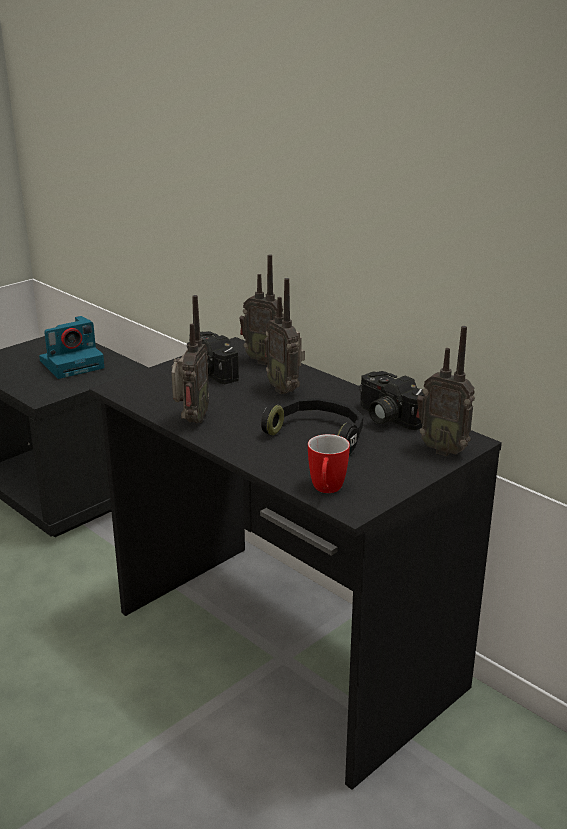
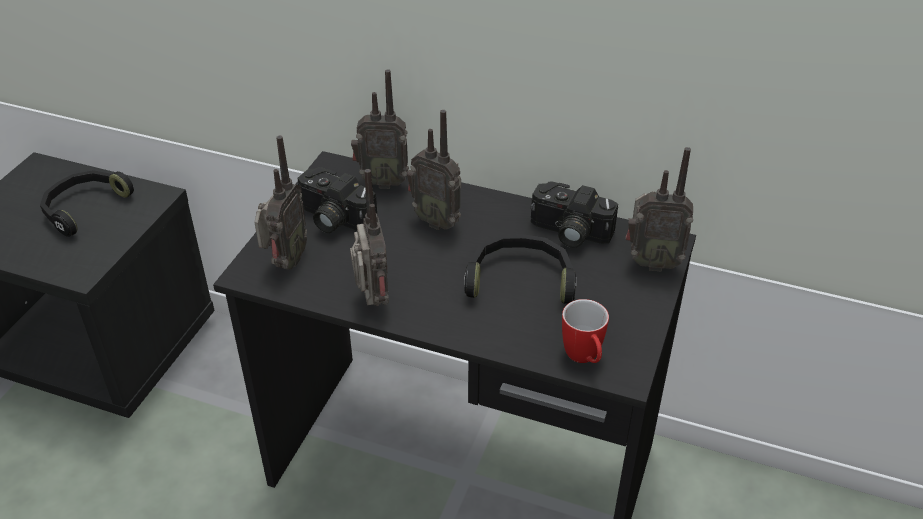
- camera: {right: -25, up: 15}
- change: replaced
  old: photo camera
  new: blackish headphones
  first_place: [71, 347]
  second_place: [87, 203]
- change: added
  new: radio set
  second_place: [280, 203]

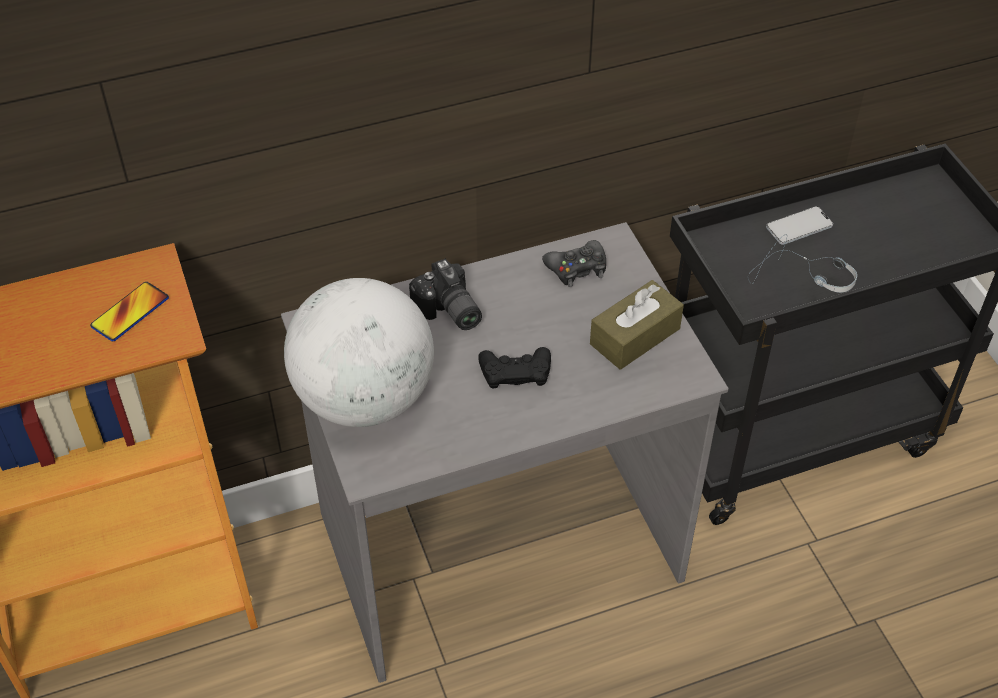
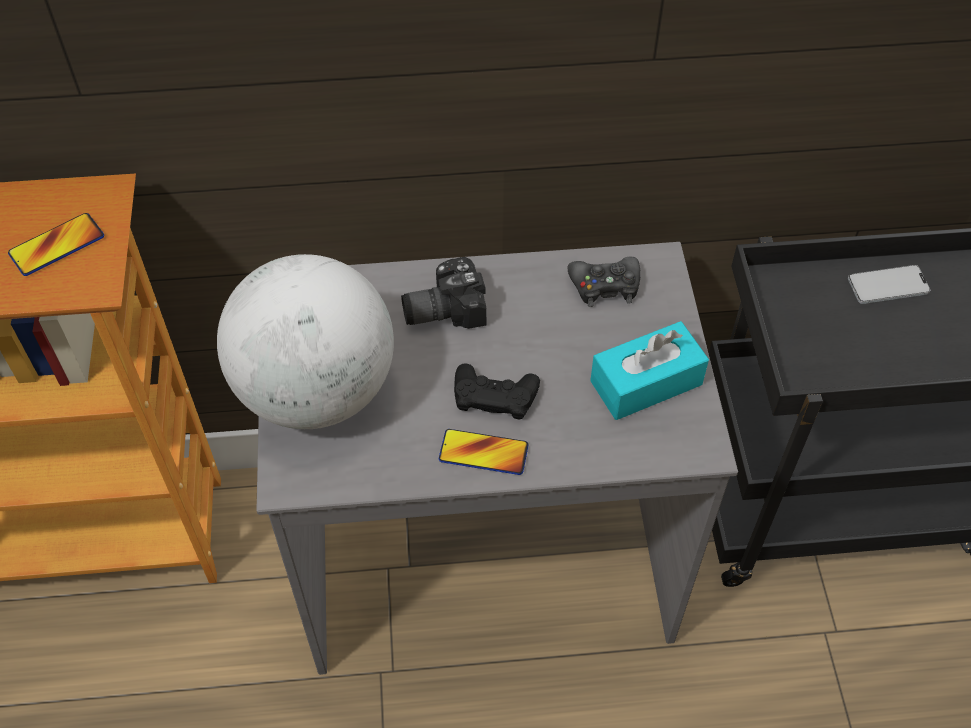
- camera: {right: 15, up: 5}
- change: removed
  old: headphones
  first_place: [802, 263]
- change: turned
  old: photo camera
  first_place: [445, 294]
  second_place: [444, 293]
  degrees: 90
- change: recoloured
  old: brown-coloured tissue box
  new: turquoise tissue box
  first_place: [637, 325]
  second_place: [649, 370]
- change: added
  new: telephone
  second_place: [484, 452]

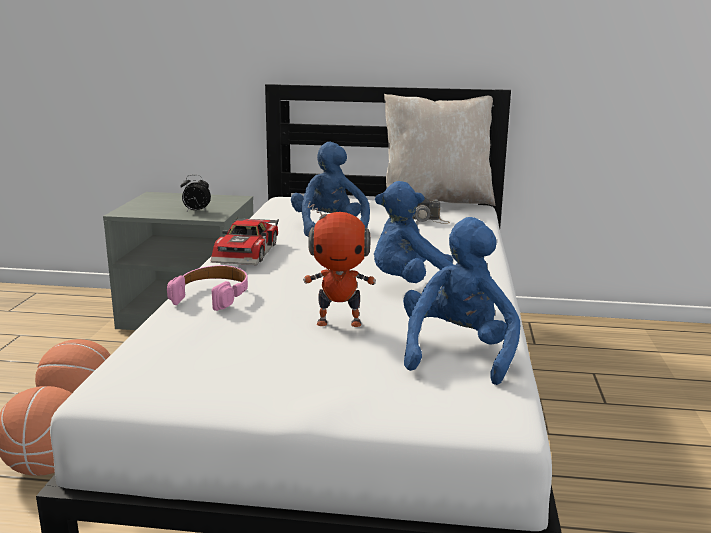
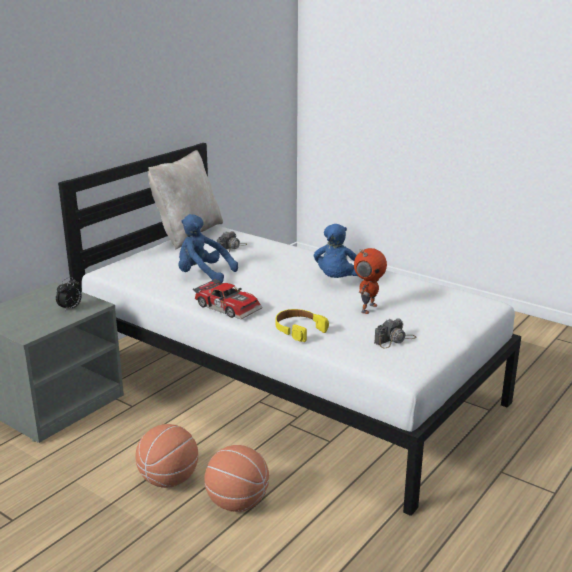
- camera: {right: -60, up: 5}
- change: removed
  old: blue soft toy
  first_place: [462, 301]
- change: recoloured
  old: pinkish headphones
  new: yellow headphones
  first_place: [207, 288]
  second_place: [302, 325]
- change: added
  new: photo camera
  second_place: [395, 333]

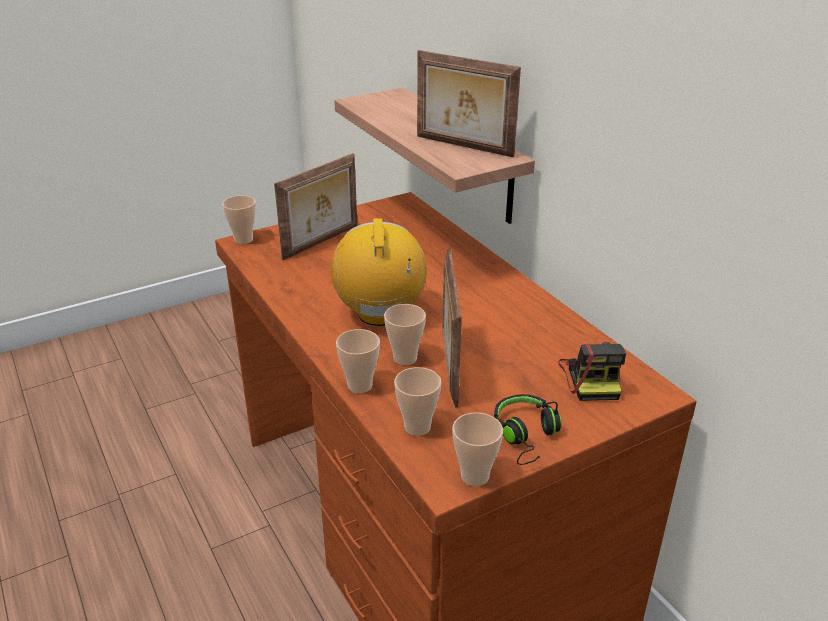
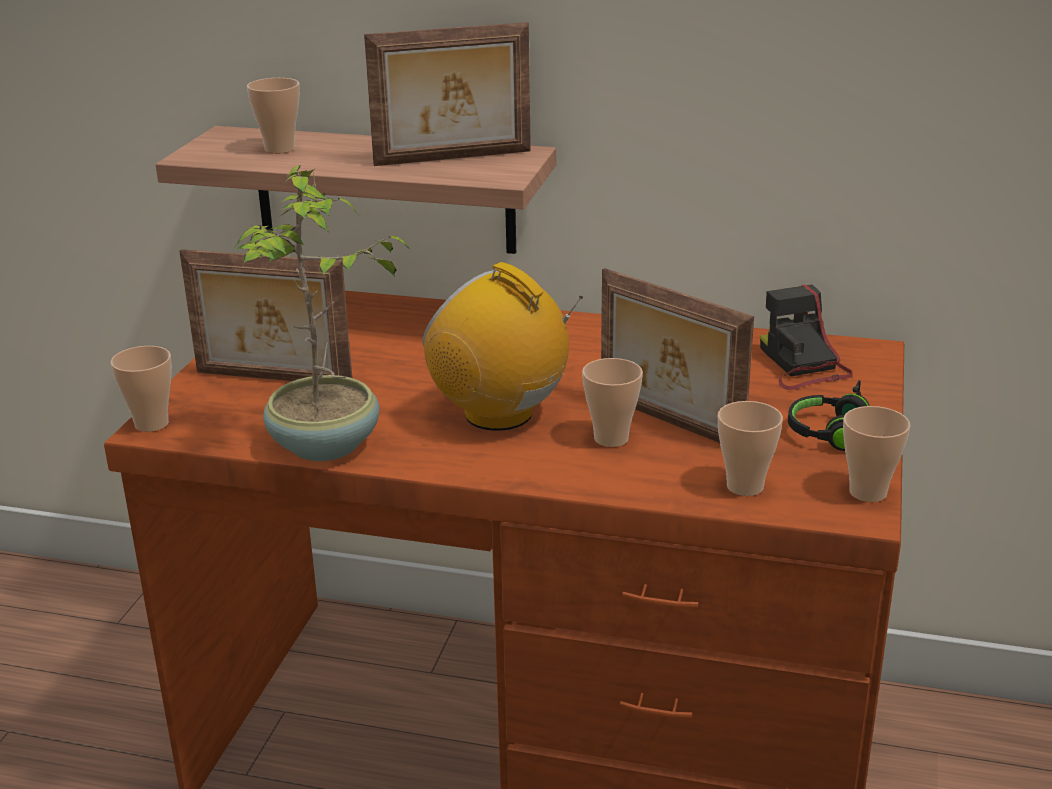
- camera: {right: -45, up: -5}
- change: turned
  old: photo frame
  first_place: [315, 206]
  second_place: [266, 315]
  degrees: 105
- change: moved
  old: drinking cup
  first_place: [358, 361]
  second_place: [273, 116]
- change: turned
  old: photo camera
  first_place: [592, 371]
  second_place: [806, 337]
  degrees: -150
- change: added
  new: houseplant
  second_place: [324, 313]

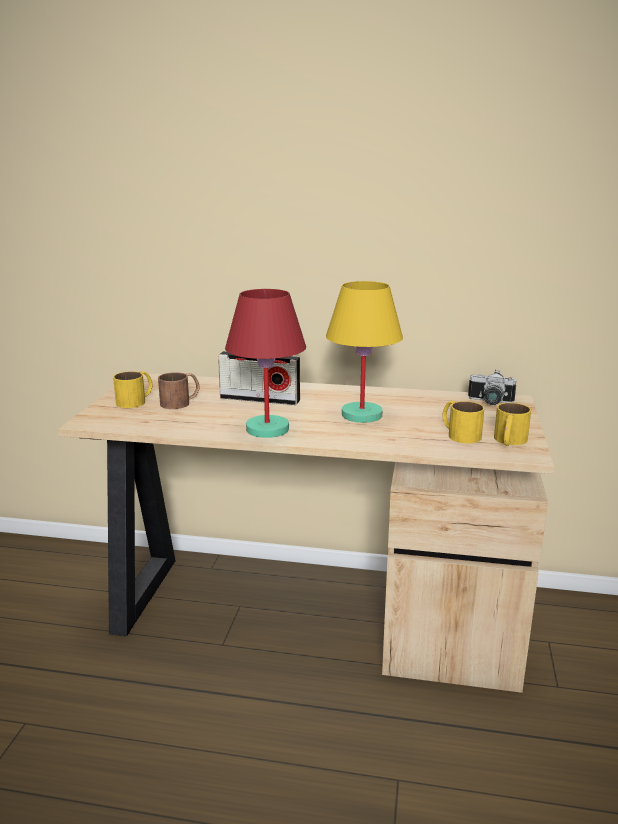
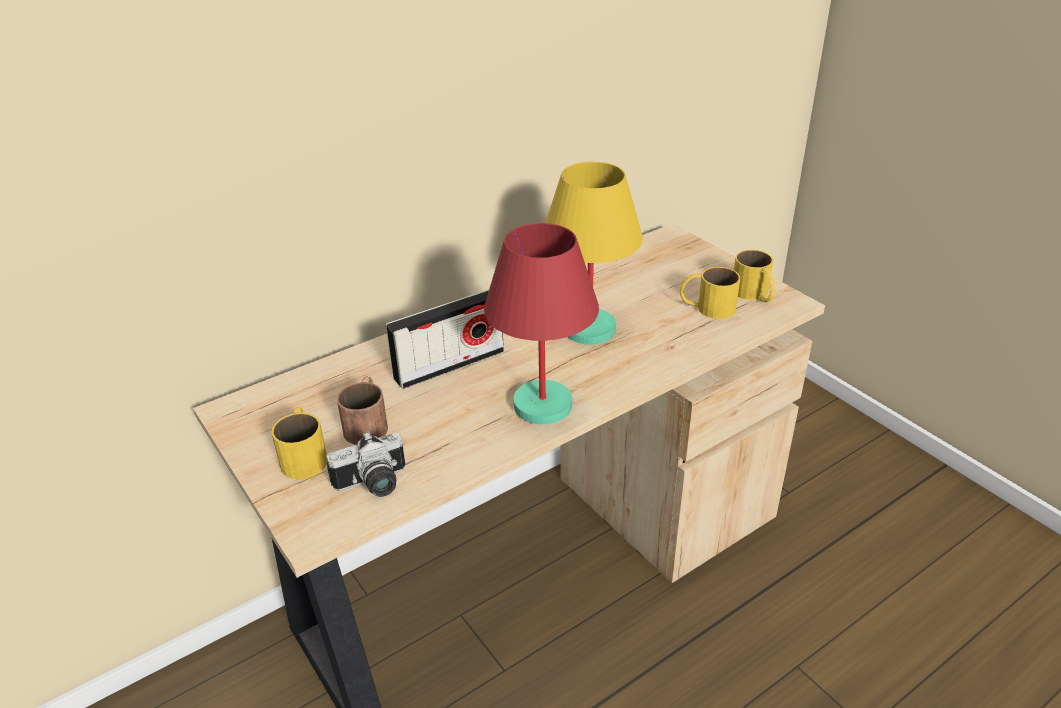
- camera: {right: -45, up: 15}
- change: moved
  old: photo camera
  first_place: [492, 387]
  second_place: [365, 464]

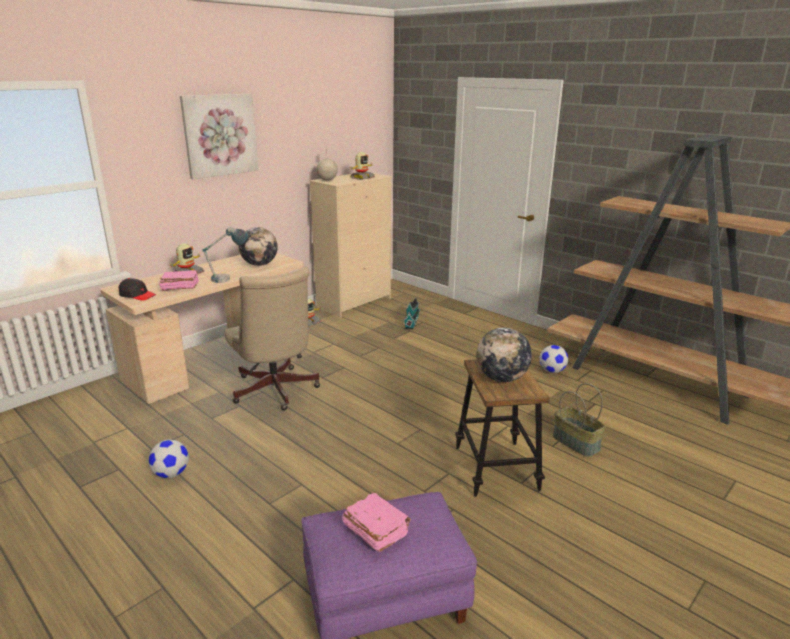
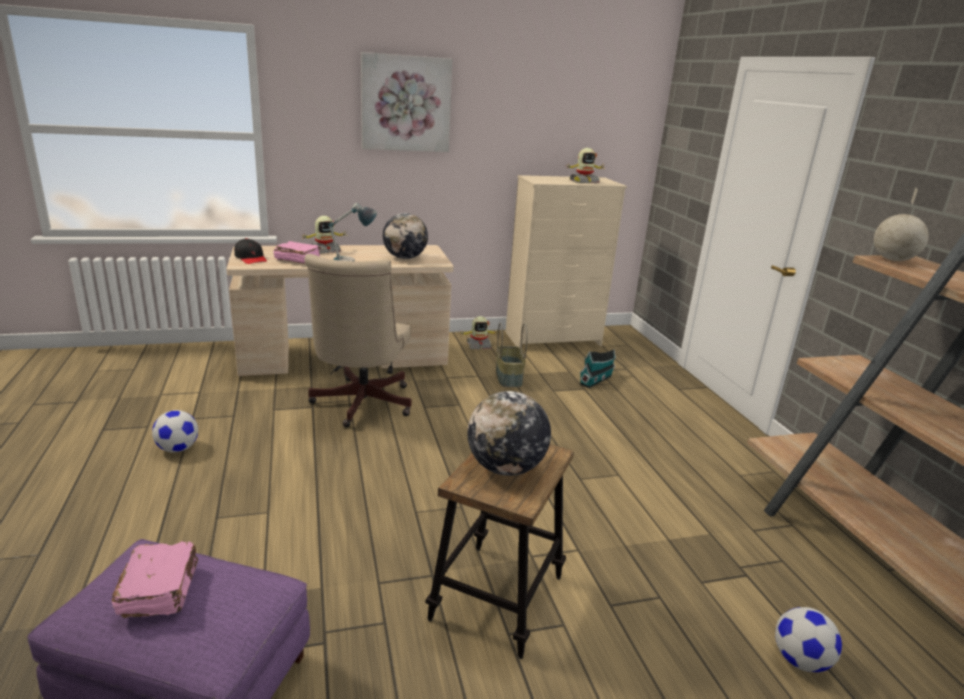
- camera: {right: 30, up: 0}
- change: moved
  old: desk globe
  first_place: [327, 166]
  second_place: [901, 224]
- change: moved
  old: ball for football
  first_place: [554, 359]
  second_place: [808, 639]
- change: moved
  old: household basket
  first_place: [579, 420]
  second_place: [512, 355]

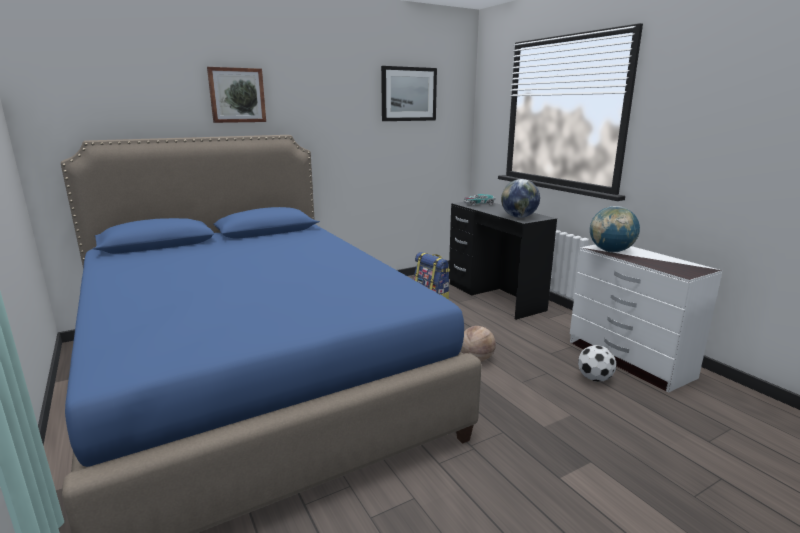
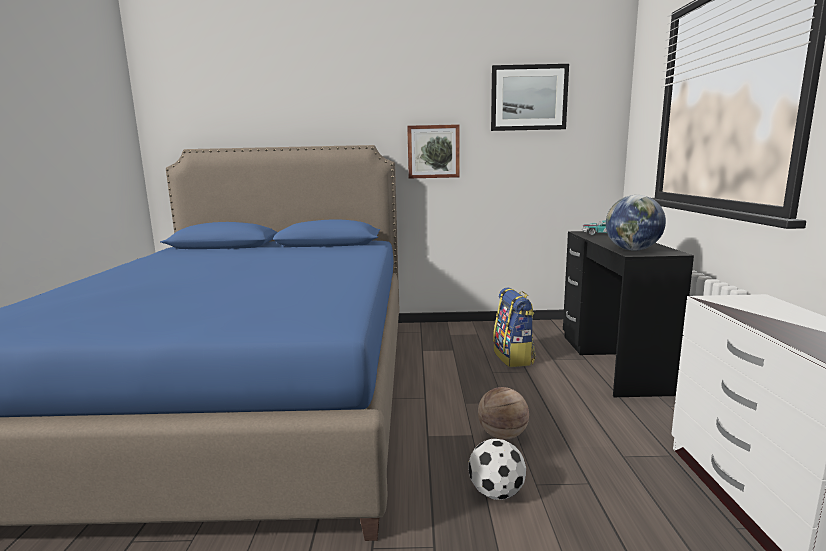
- camera: {right: 30, up: -5}
- change: moved
  old: wall art
  first_place: [236, 95]
  second_place: [433, 151]
- change: removed
  old: desk globe
  first_place: [615, 229]
- change: moved
  old: ball for football
  first_place: [597, 363]
  second_place: [497, 469]

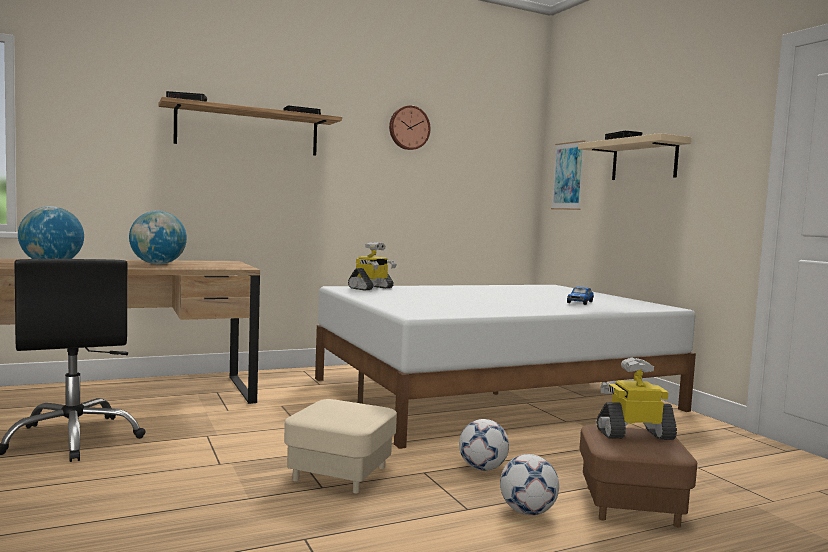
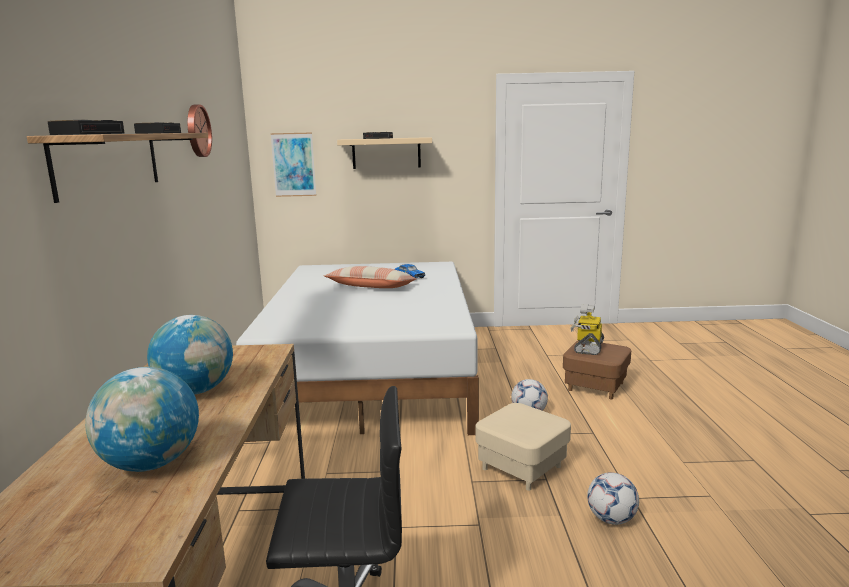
- camera: {right: -65, up: 10}
- change: removed
  old: toy robot
  first_place: [372, 266]
- change: moved
  old: ball for football
  first_place: [529, 484]
  second_place: [613, 498]
- change: added
  new: pillow
  second_place: [370, 277]

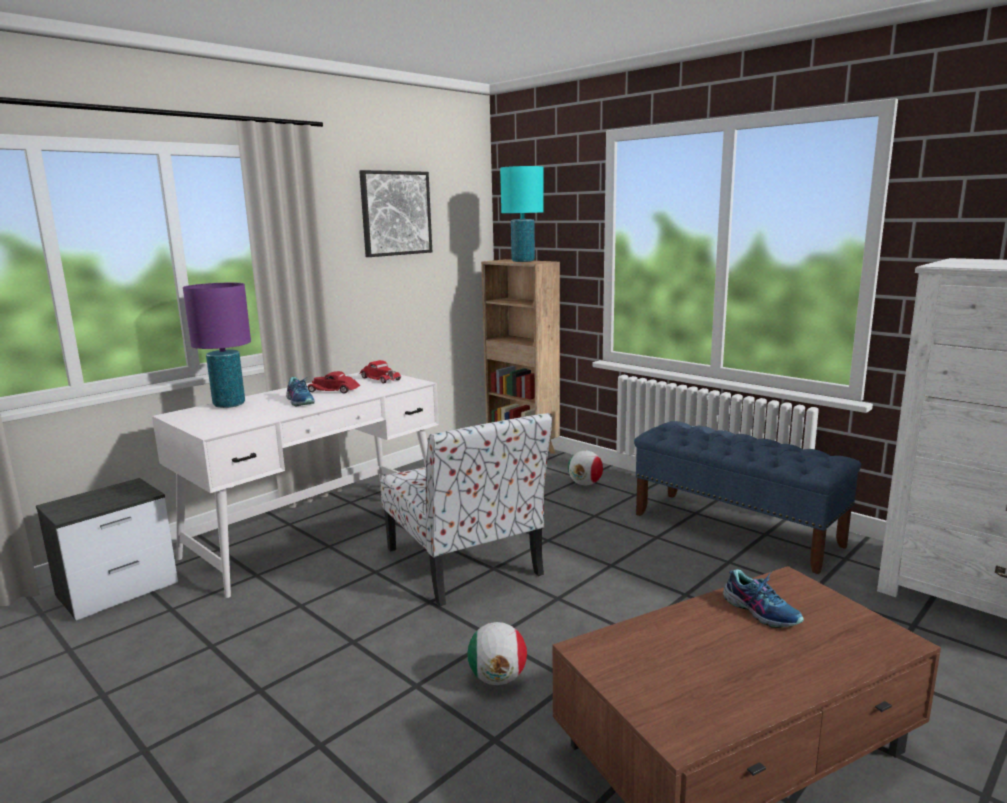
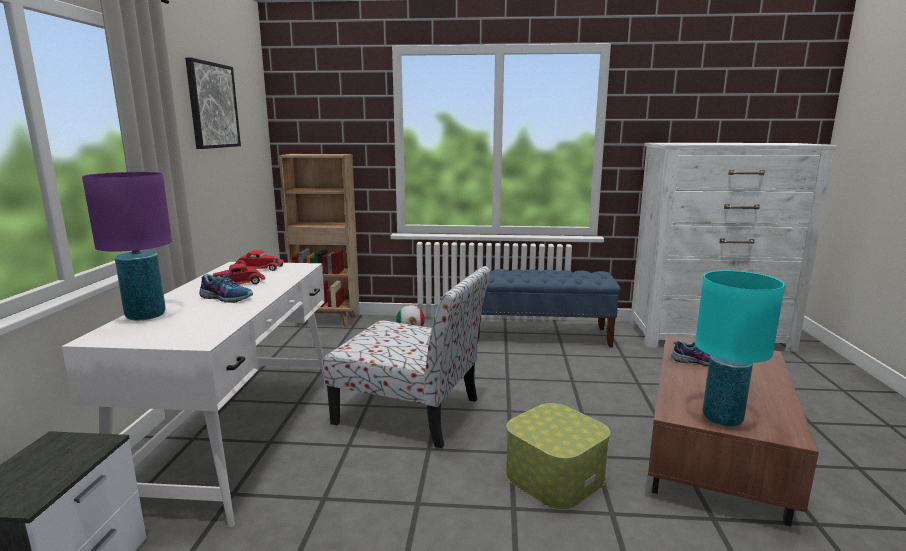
- camera: {right: -40, up: 0}
- change: moved
  old: turquoise lamp for a table
  first_place: [522, 214]
  second_place: [740, 348]
- change: replaced
  old: ball for football
  new: storage box
  first_place: [497, 653]
  second_place: [558, 456]

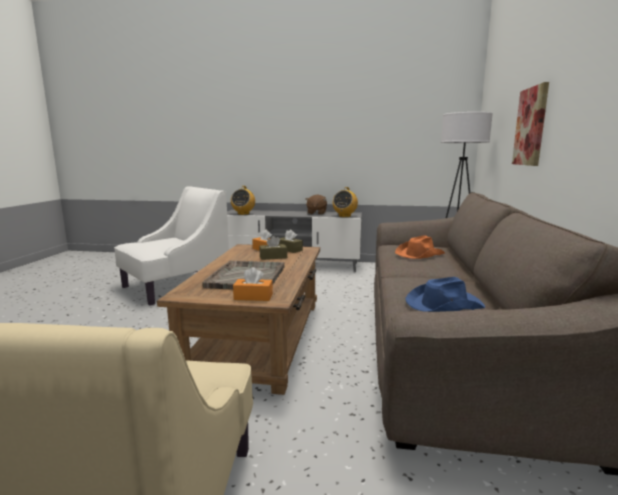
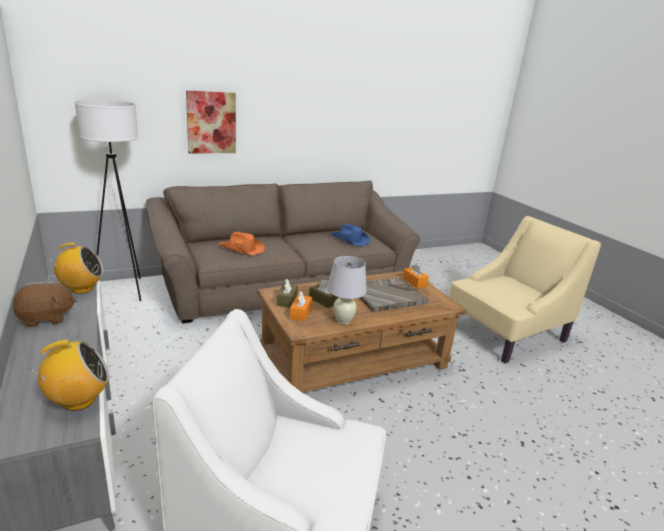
- camera: {right: -125, up: 10}
- change: added
  new: white lamp for a table
  second_place: [347, 290]

